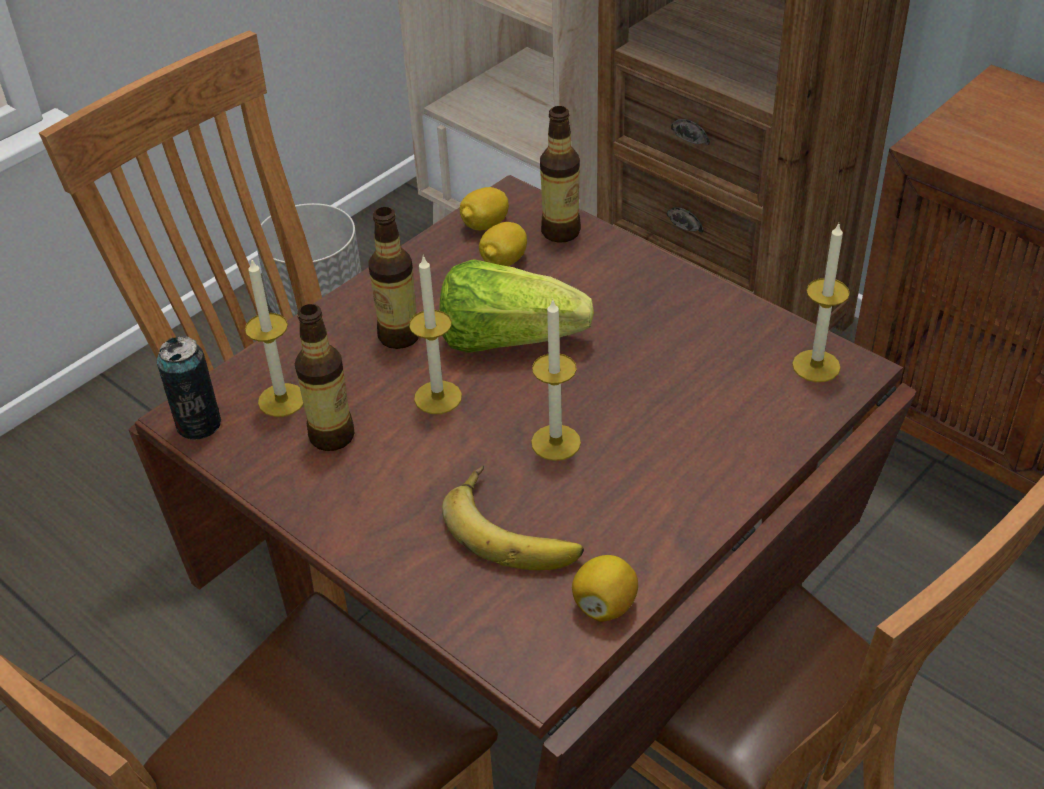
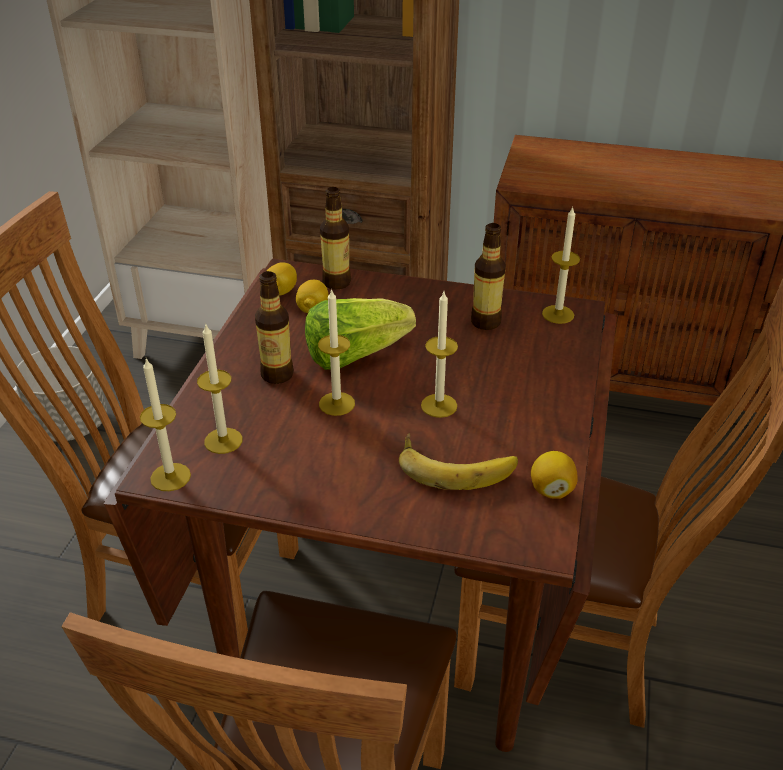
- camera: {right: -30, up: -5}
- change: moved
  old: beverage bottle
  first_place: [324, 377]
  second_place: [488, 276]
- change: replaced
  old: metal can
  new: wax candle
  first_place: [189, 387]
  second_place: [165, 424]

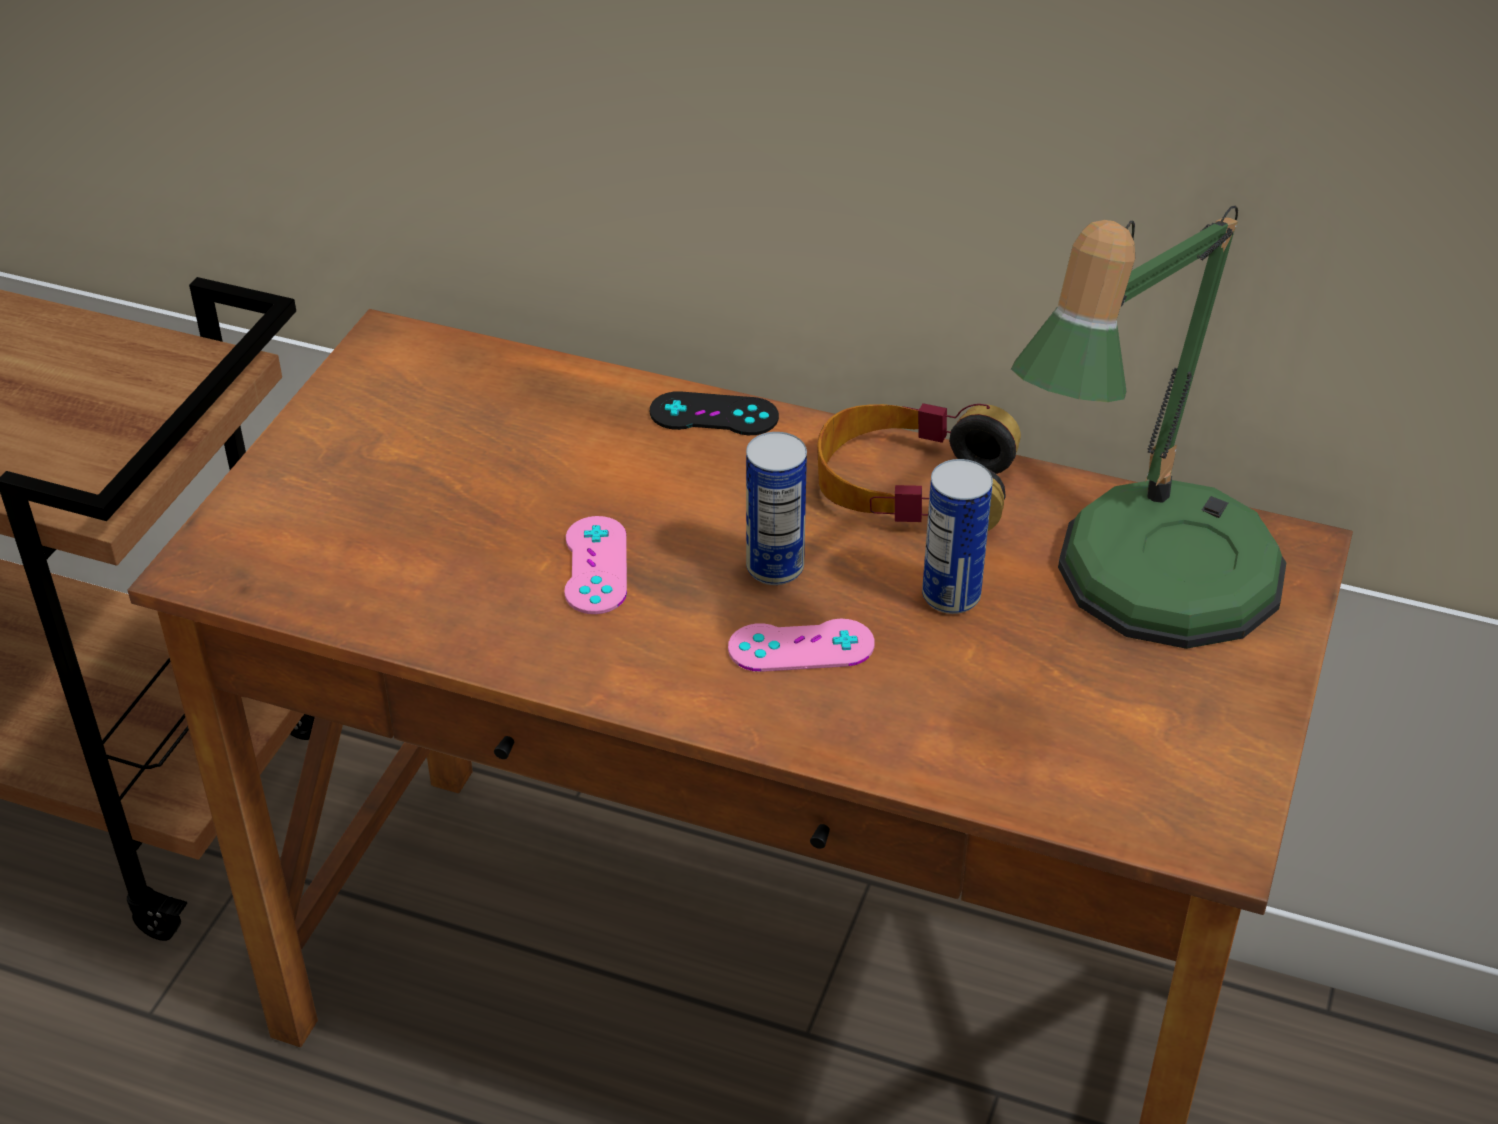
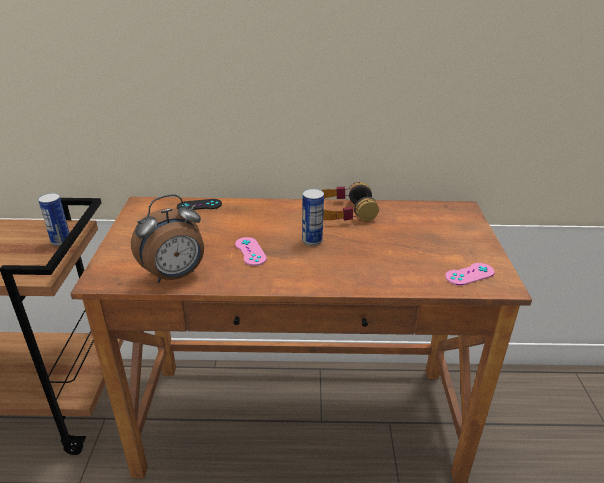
- camera: {right: -20, up: -10}
- change: removed
  old: lamp for a table
  first_place: [1148, 427]
- change: moved
  old: blackish gamepad
  first_place: [714, 413]
  second_place: [199, 204]
- change: moved
  old: metal can
  first_place: [957, 536]
  second_place: [53, 219]
- change: moved
  old: pinkish gamepad
  first_place: [801, 645]
  second_place: [470, 274]
- change: added
  new: bedside clock
  second_place: [167, 238]

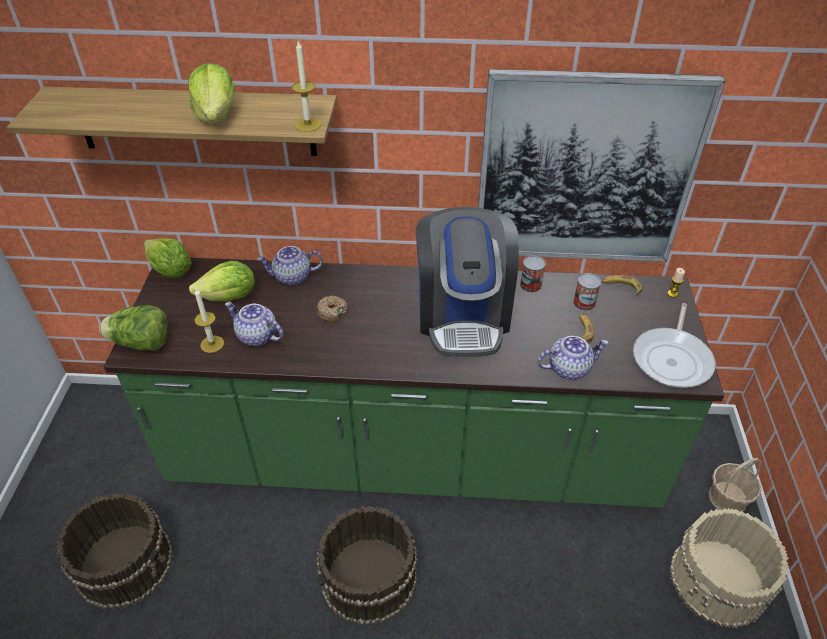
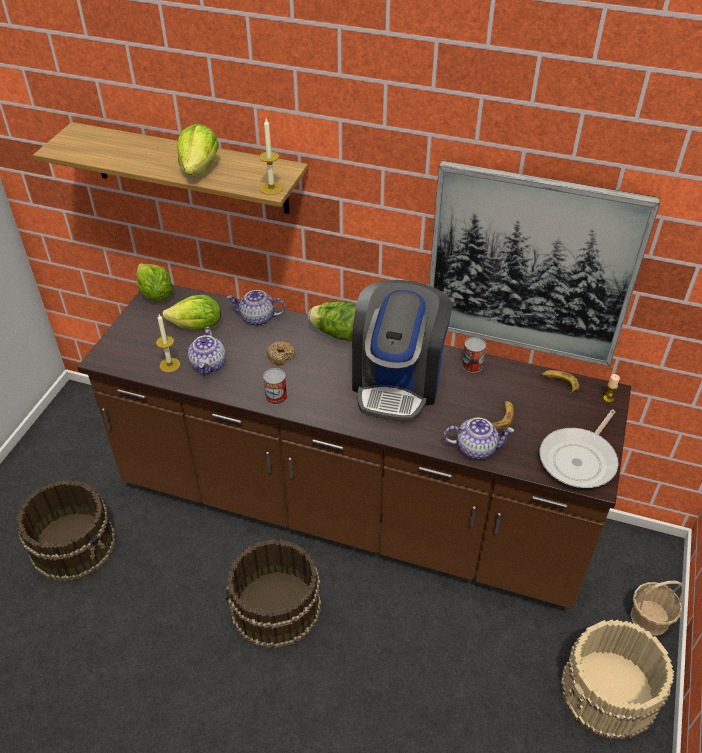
- camera: {right: 15, up: 0}
- change: recoloured
  old: green-coloured kitchen base unit
  new: brown-coloured kitchen base unit
  first_place: [414, 383]
  second_place: [354, 446]
- change: moved
  old: metal can
  first_place: [587, 292]
  second_place: [275, 386]
- change: turned
  old: pot for tea
  first_place: [254, 324]
  second_place: [207, 351]
  degrees: -135
- change: moved
  old: lettuce
  first_place: [133, 328]
  second_place: [332, 321]

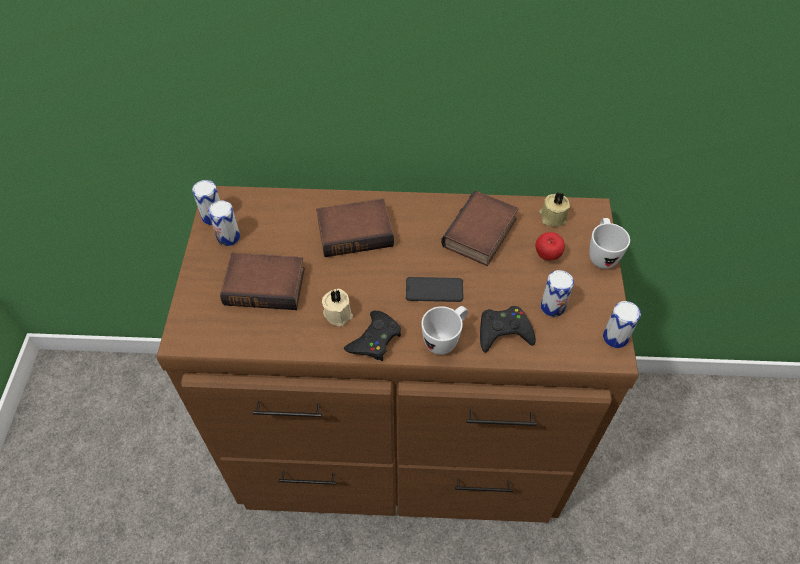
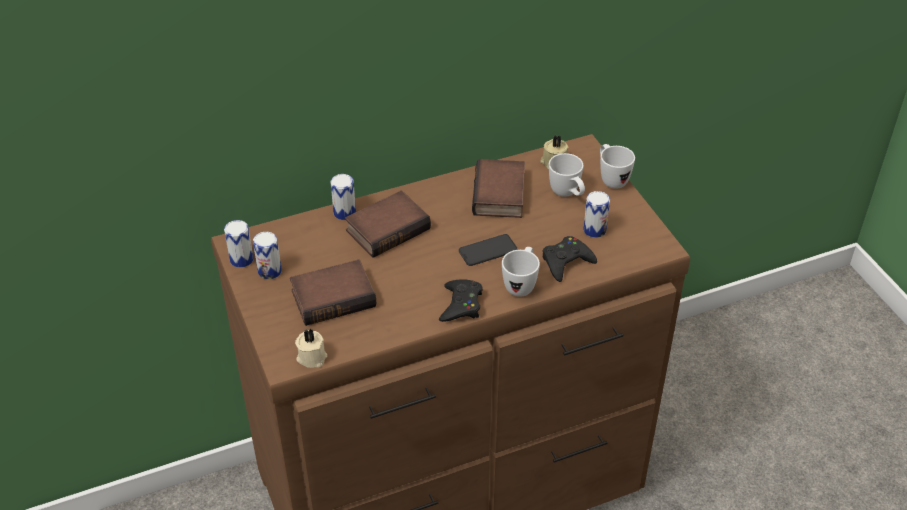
- camera: {right: -25, up: -10}
- change: replaced
  old: apple
  new: white tea mug
  first_place: [550, 246]
  second_place: [567, 175]
- change: moved
  old: beige wax candle
  first_place: [337, 308]
  second_place: [311, 348]
- change: moved
  old: metal can
  first_place: [622, 324]
  second_place: [343, 197]

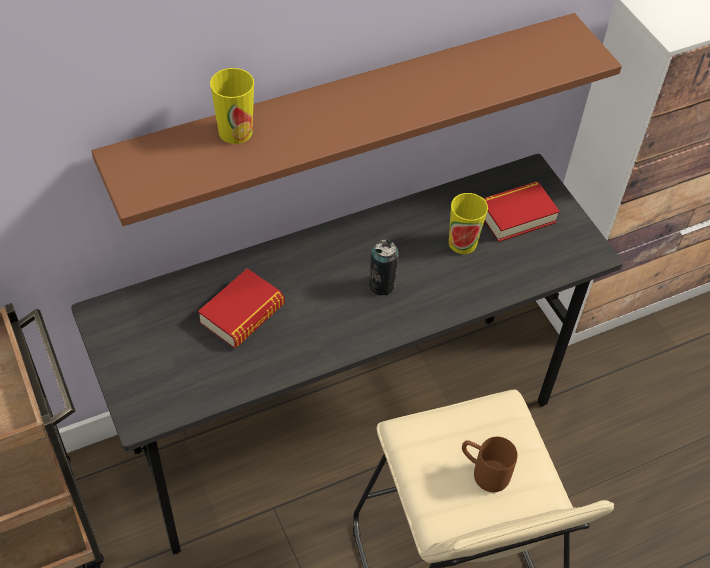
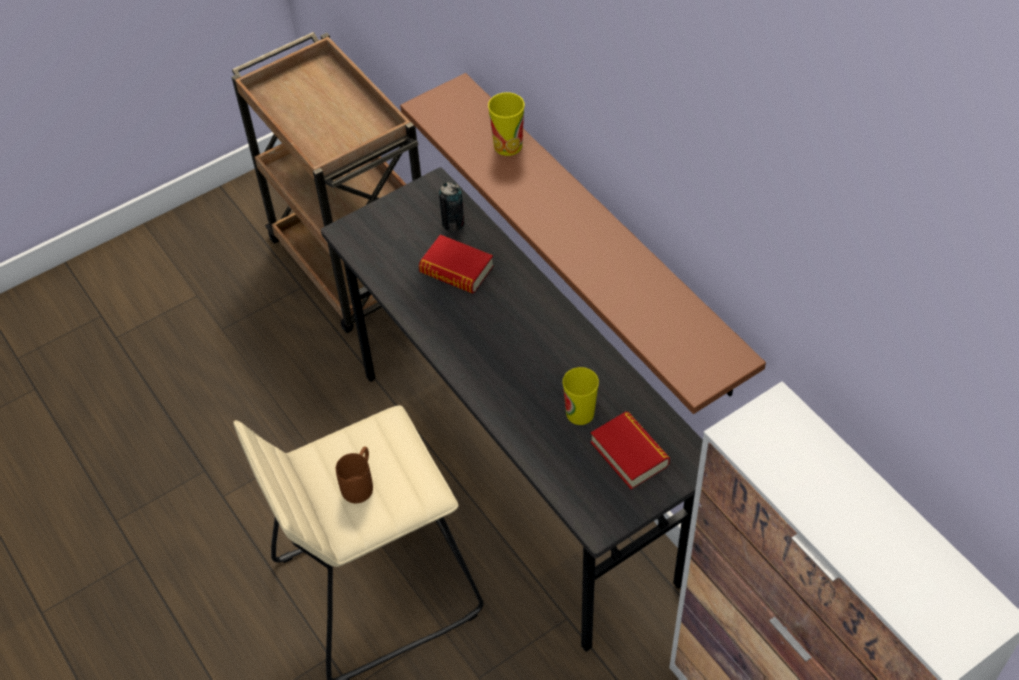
- camera: {right: 85, up: 0}
- change: moved
  old: metal can
  first_place: [384, 268]
  second_place: [452, 207]

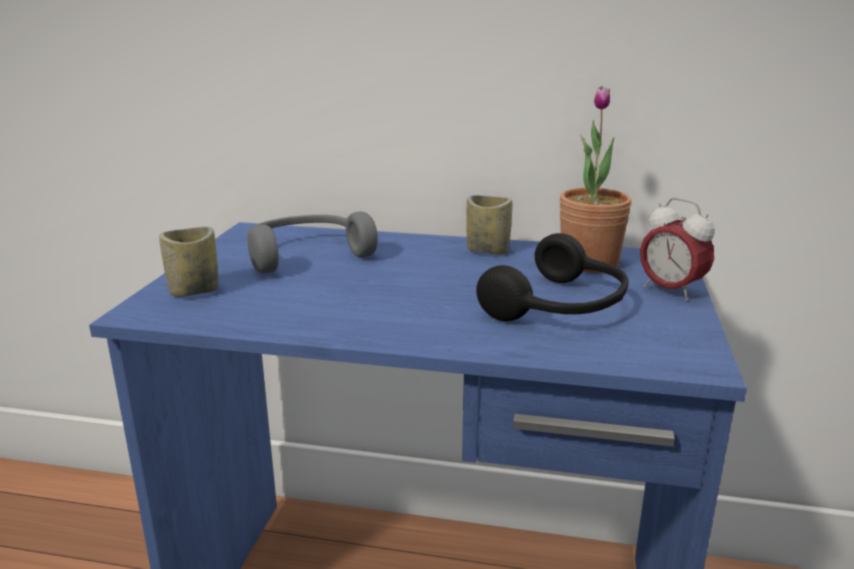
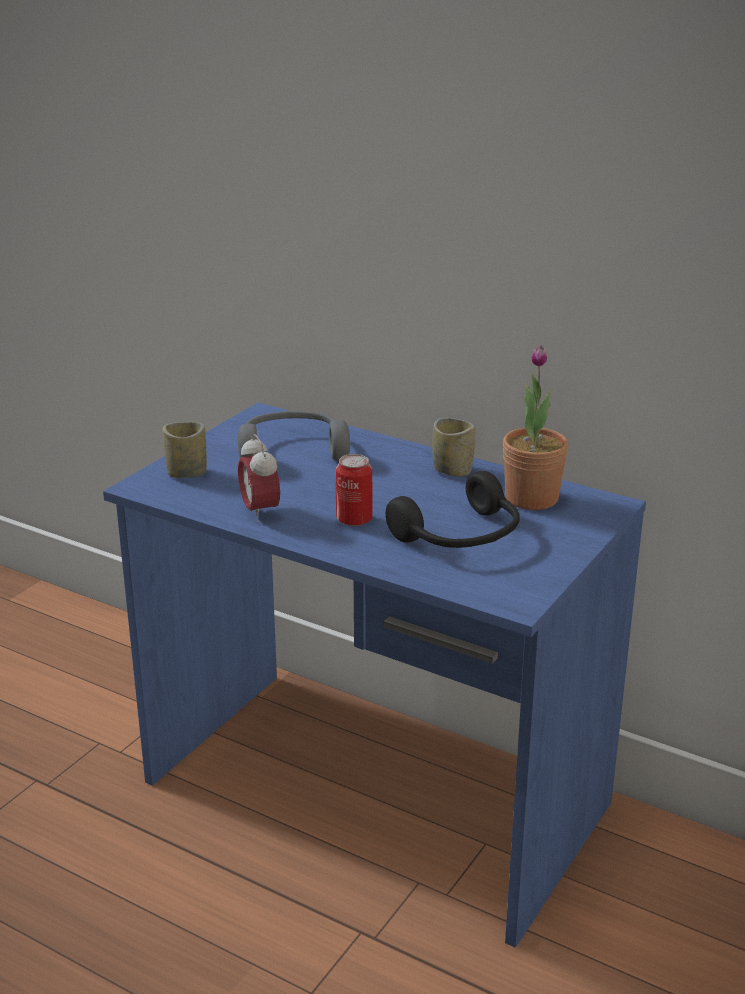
- camera: {right: 20, up: 5}
- change: moved
  old: bedside clock
  first_place: [677, 249]
  second_place: [259, 478]
- change: added
  new: metal can
  second_place: [354, 490]

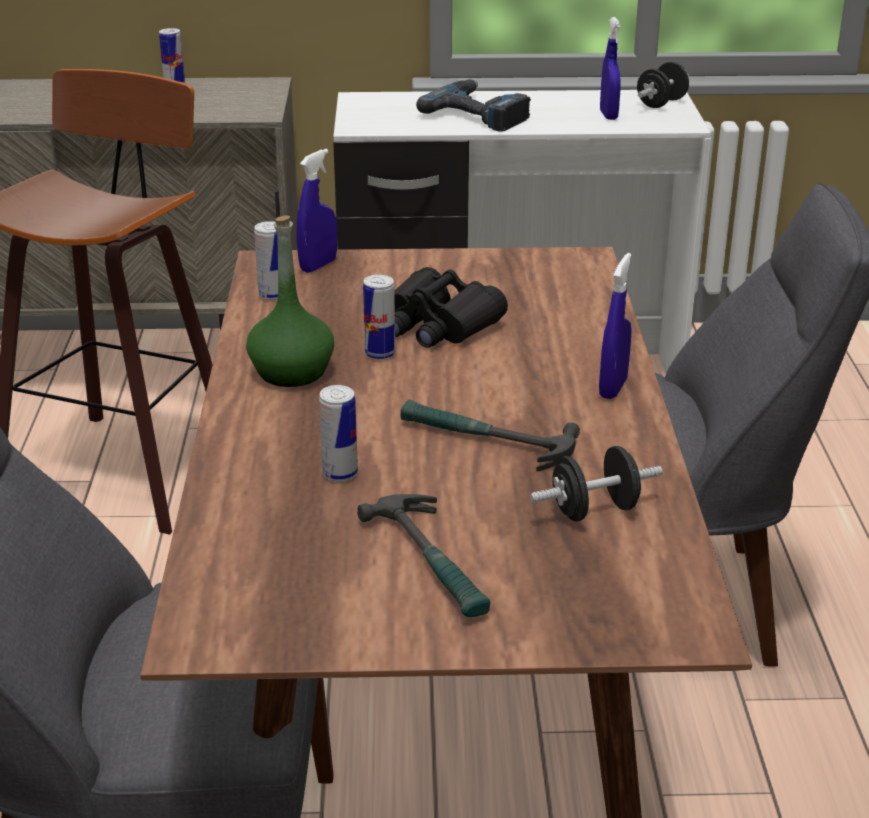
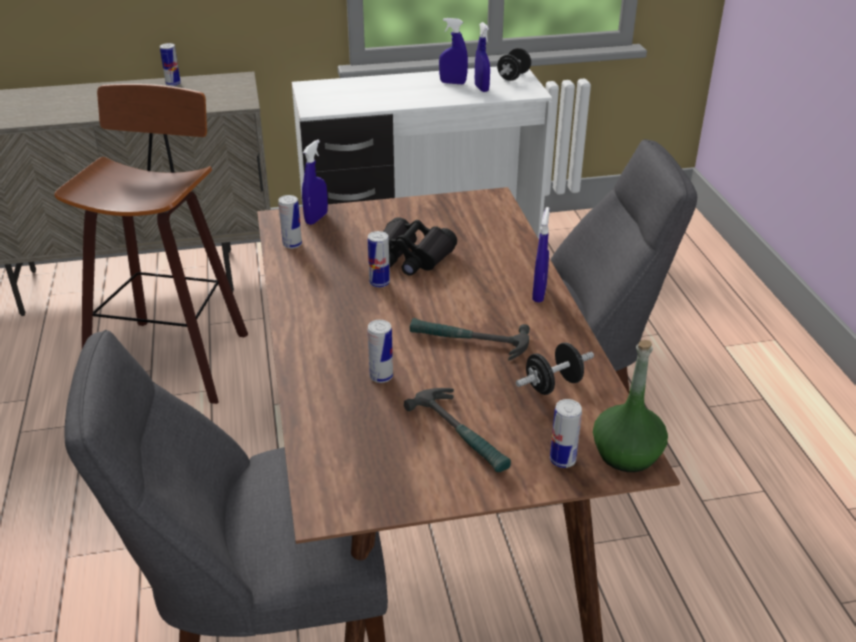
- camera: {right: -10, up: 5}
- change: removed
  old: electric drill
  first_place: [473, 105]
- change: moved
  old: green-coloured beverage bottle
  first_place: [290, 301]
  second_place: [630, 406]
- change: added
  new: blue hand sprayer
  second_place: [453, 51]
- change: added
  new: metal can
  second_place: [566, 433]

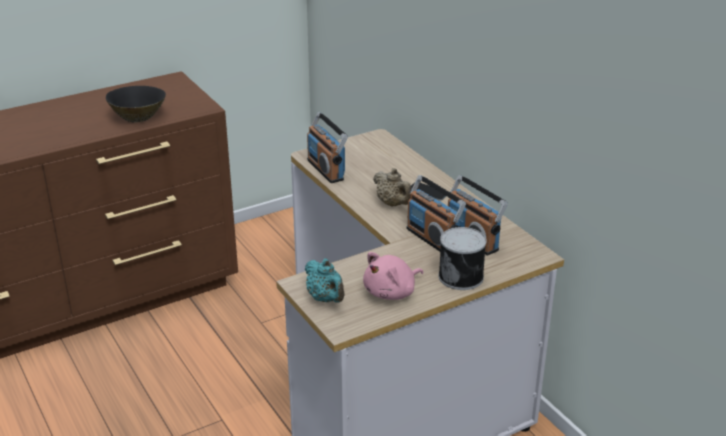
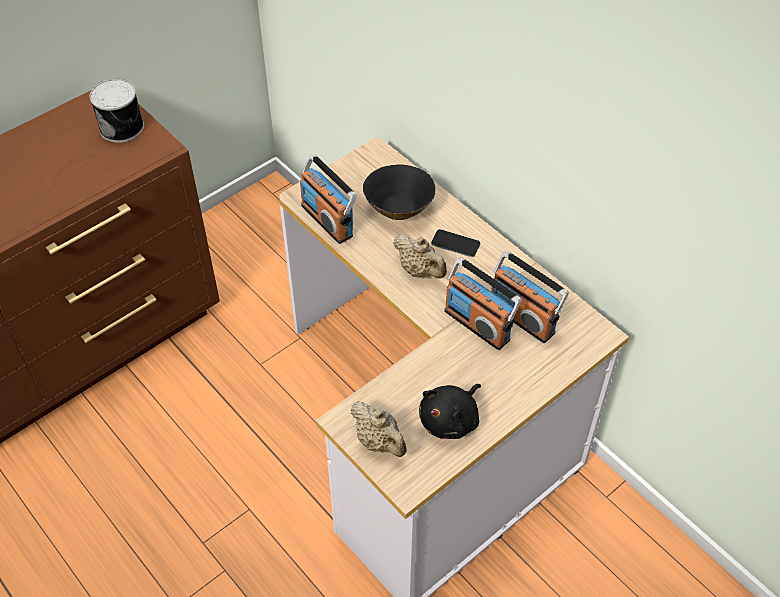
- camera: {right: -10, up: 20}
- change: moved
  old: blackish deep dish
  first_place: [136, 104]
  second_place: [399, 192]
- change: moved
  old: metal can
  first_place: [463, 258]
  second_place: [117, 111]
- change: recoloured
  old: pinkish soft toy
  new: blackish soft toy
  first_place: [393, 276]
  second_place: [450, 411]
- change: recoloured
  old: turquoise pot for tea
  new: beige pot for tea
  first_place: [324, 280]
  second_place: [378, 429]

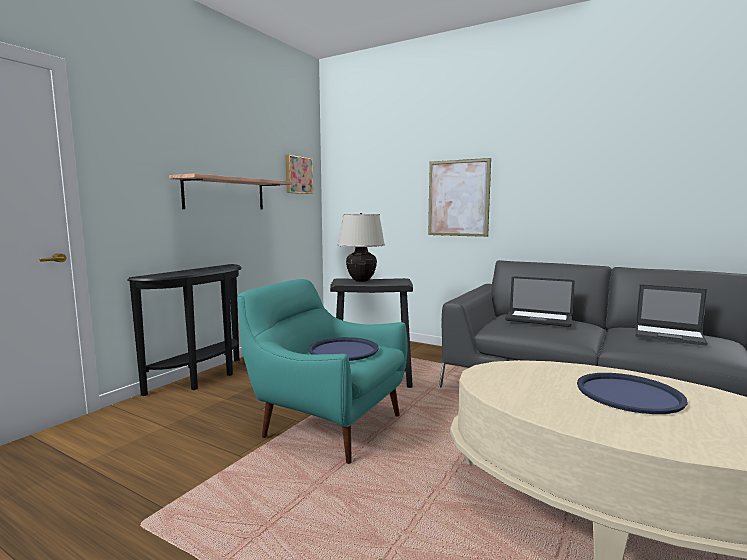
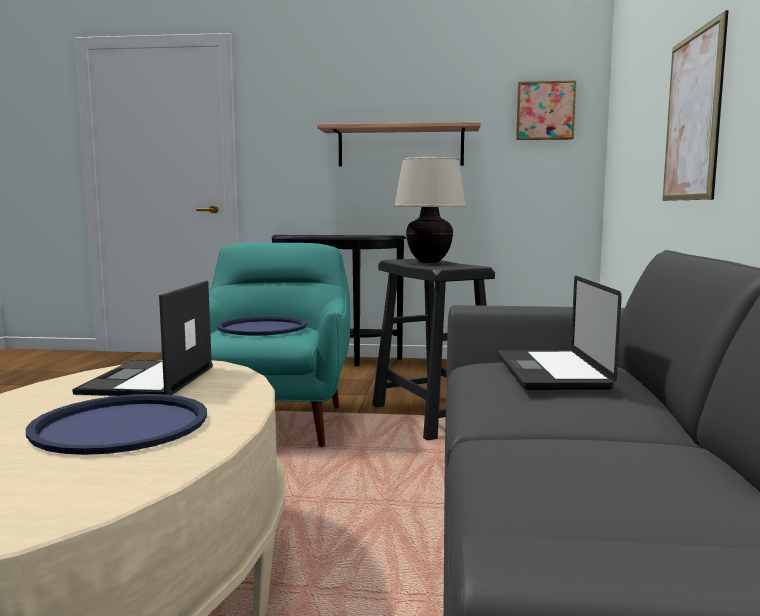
- camera: {right: 65, up: 0}
- change: moved
  old: portable computer
  first_place: [671, 315]
  second_place: [142, 338]

